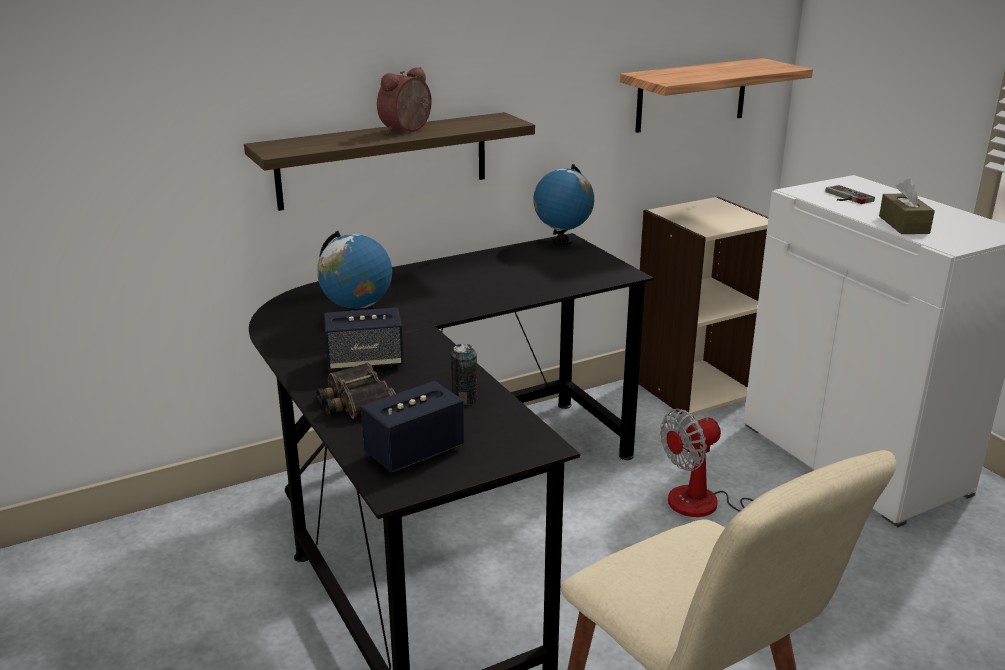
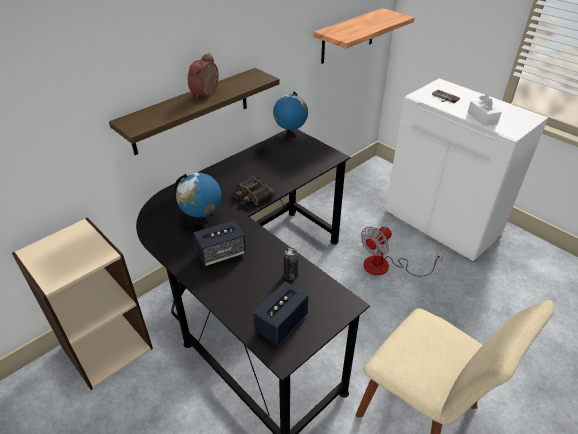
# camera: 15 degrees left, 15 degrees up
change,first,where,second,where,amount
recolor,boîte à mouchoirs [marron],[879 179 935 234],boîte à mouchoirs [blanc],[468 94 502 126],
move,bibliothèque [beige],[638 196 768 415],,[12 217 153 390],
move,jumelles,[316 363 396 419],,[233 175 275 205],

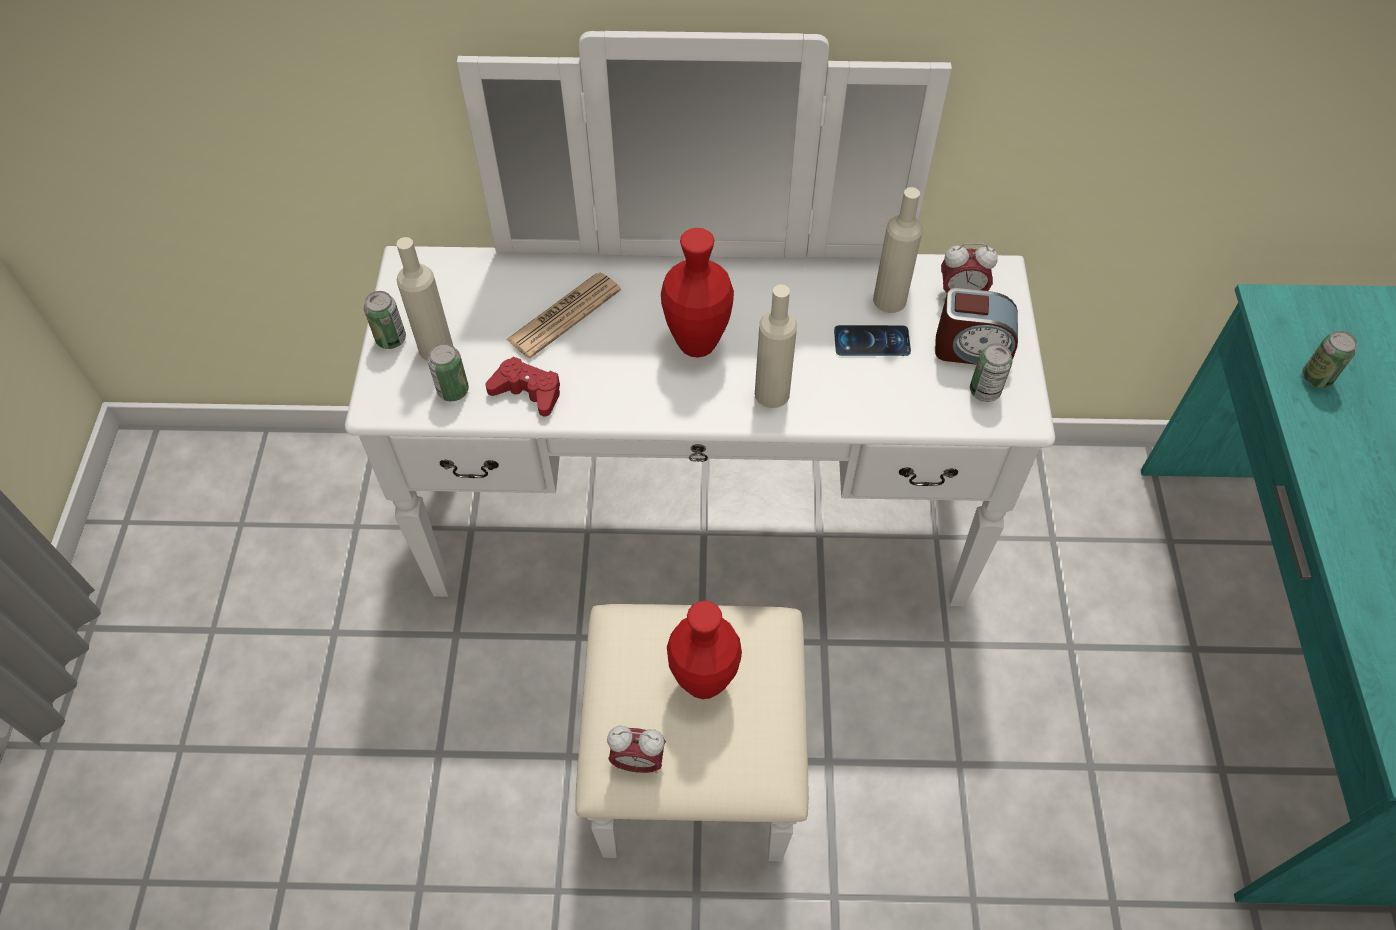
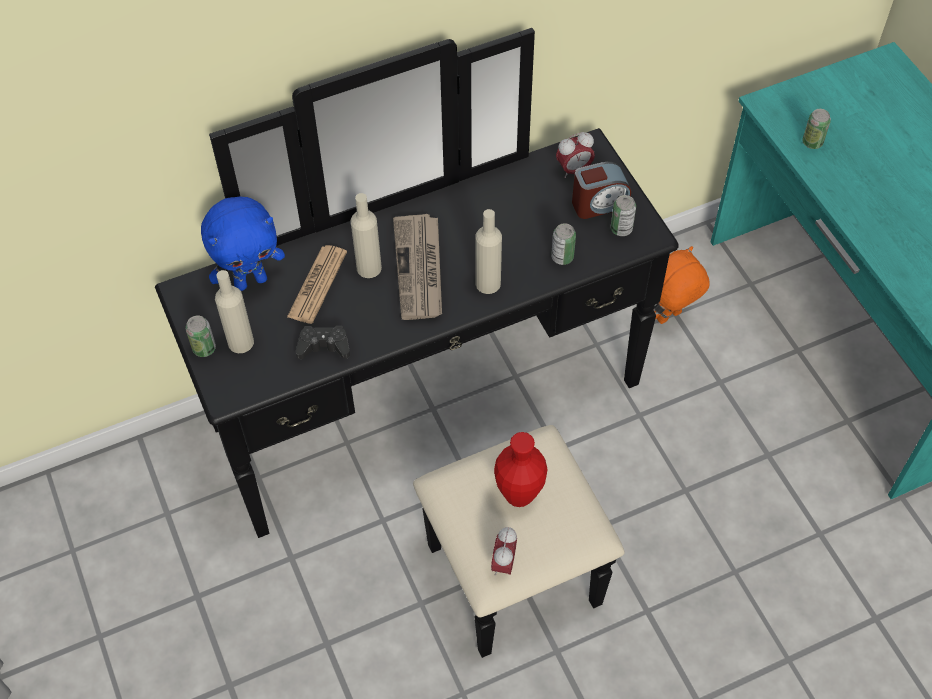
# camera: 25 degrees left, 0 degrees up
change,first,where,second,where,amount
recolor,commode [blanc],[345 31 1055 862],commode [noir],[155 28 679 658],
move,bouteille [beige],[873 187 923 313],,[351 193 382 278],
replace,vase [rouge],[661 228 734 357],journal,[393 214 442 320],
delete,téléphone,[834 325 911 356],,,
move,boîte métallique,[427 343 469 401],,[551 223 576 265],
recolor,manette [rouge],[485 356 560 416],manette [noir],[296 326 350 359],
rotate,réveil,[607 725 666 773],,[491 527 517 576],120 degrees clockwise
insert,,,peluche [bleu],[201 197 285 291],
insert,,,peluche [orange],[654 246 710 324],

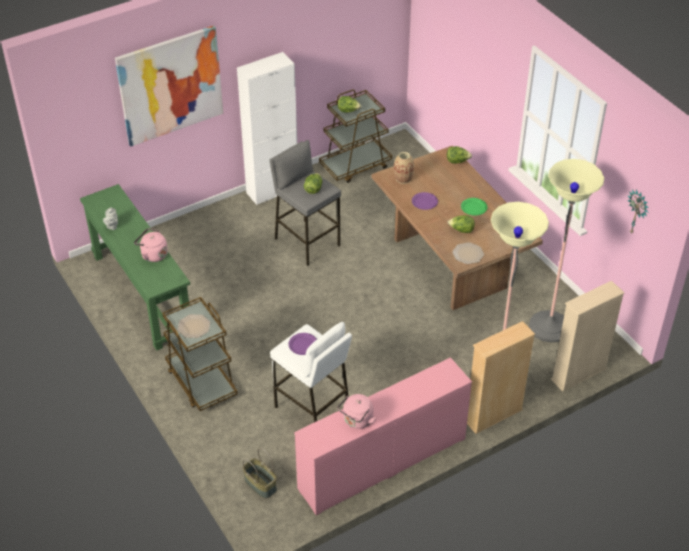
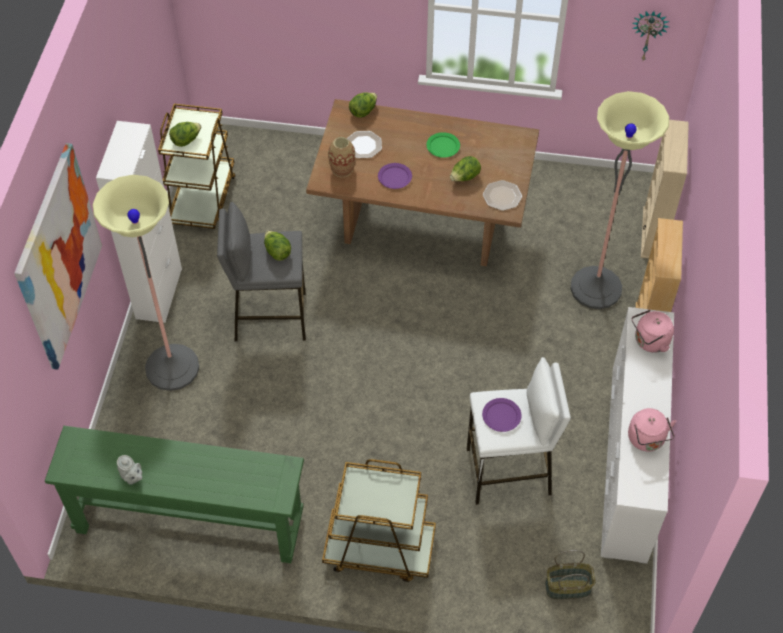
# camera: 50 degrees left, 10 degrees up
change,first,where,second,where,amount
move,lampadaire,[529 159 604 342],,[92 175 199 391],
move,bouilloire [rose],[134 228 168 262],,[632 309 674 353],
move,assiette,[178 314 210 338],,[347 131 382 158],
recolor,commode [rose],[294 357 472 515],commode [blanc],[601 307 674 564],

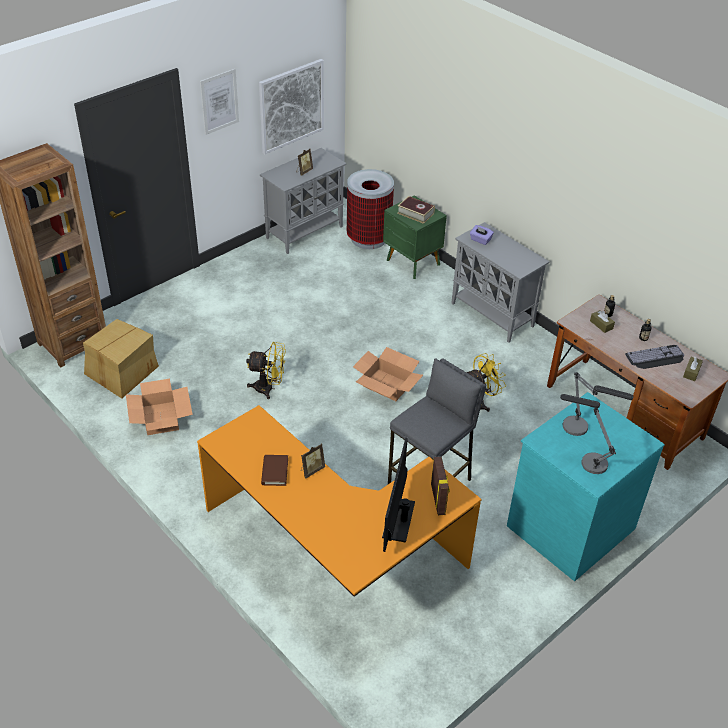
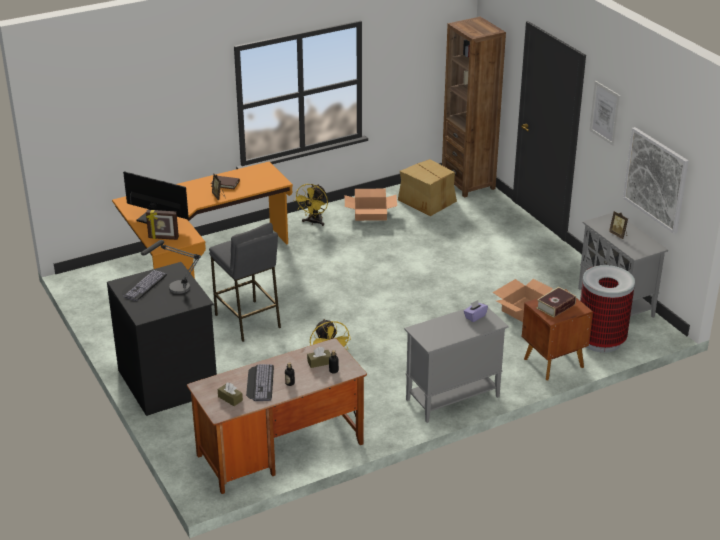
# camera: 105 degrees right, 10 degrees down
change,first,where,second,where,amount
recolor,table de chevet [vert],[383 195 447 279],table de chevet [marron],[522 289 593 380],
move,ventilateur [jaune],[246 342 286 399],,[293 184 328 226],
move,carton,[353 347 423 401],,[493 279 553 322],
recolor,commode [turquoise],[507 392 665 581],commode [noir],[107 262 217 416],
replace,lampe de table,[560 394 616 474],clavier,[122 270 167 301],

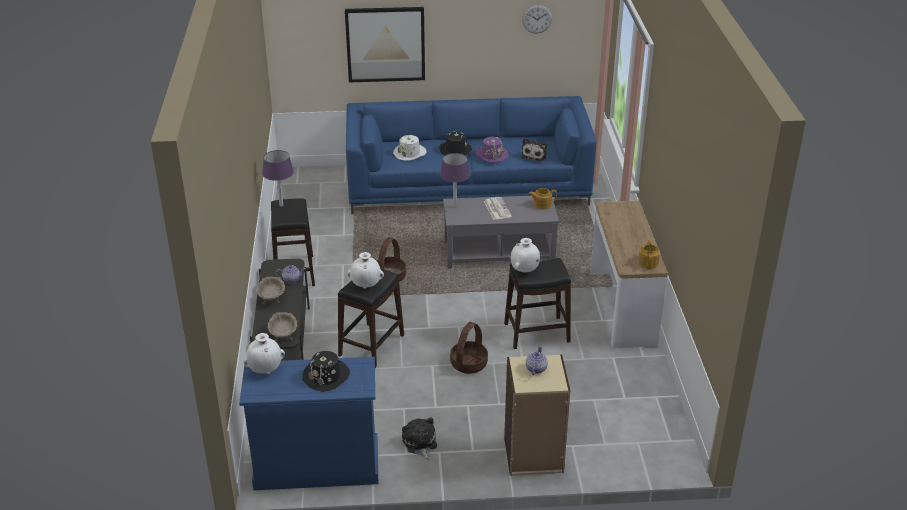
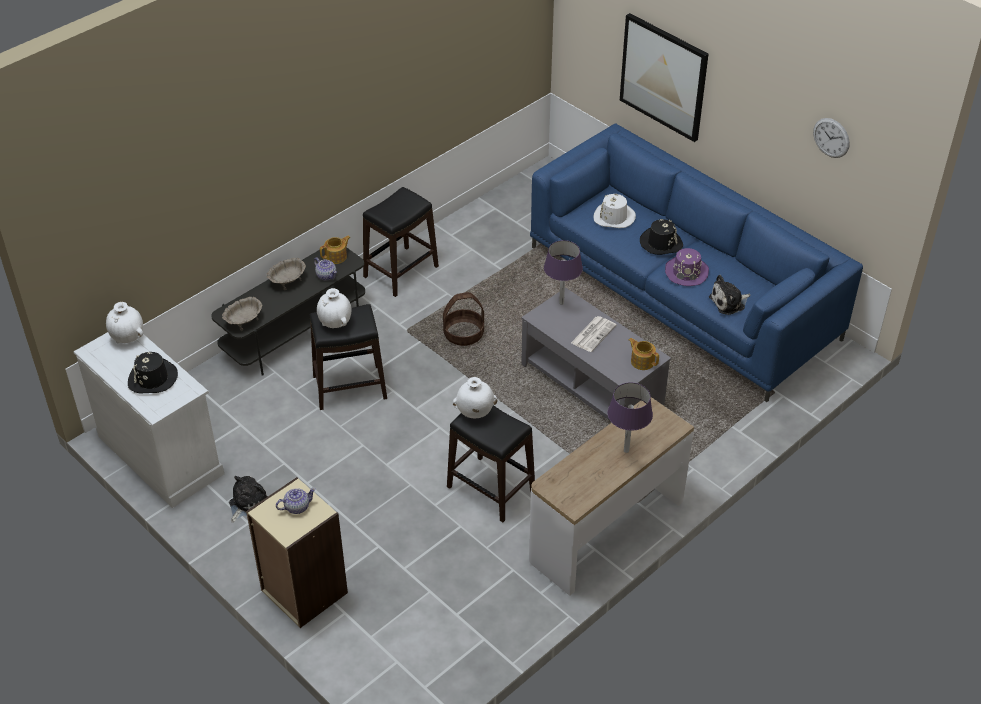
# camera: 50 degrees right, 10 degrees up
change,first,where,second,where,amount
move,lampe de table [violet],[262 150 294 207],,[607 382 653 453],
move,théière,[638 240 660 269],,[320 236 351 264],
delete,panier,[450 322 488 374],,,
recolor,commode [bleu],[239 357 378 490],commode [blanc],[74 332 224 508],

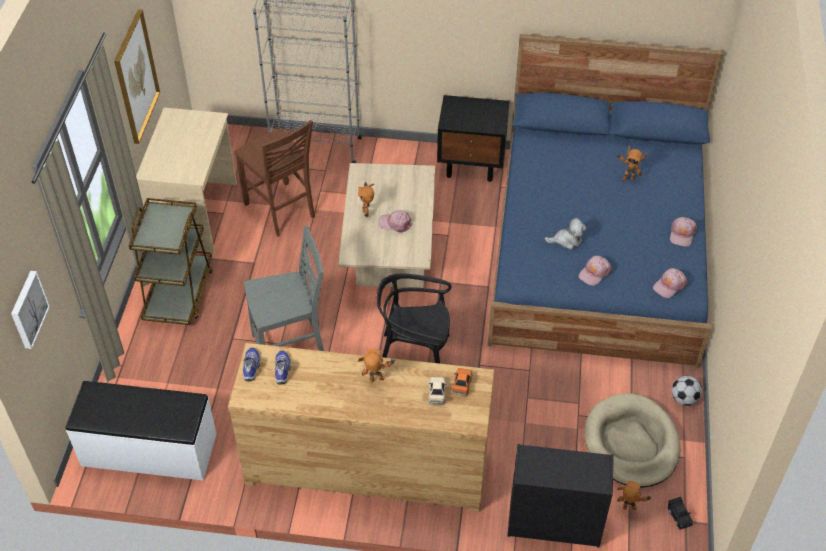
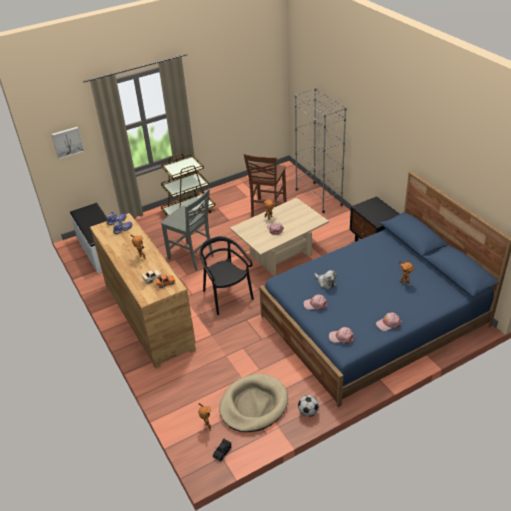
# camera: 55 degrees right, 10 degrees down
change,first,where,second,where,amount
delete,tableau,[114 9 160 144],,,
delete,bureau [beige],[136 108 237 254],,,
delete,commode [noir],[507 444 614 547],,,

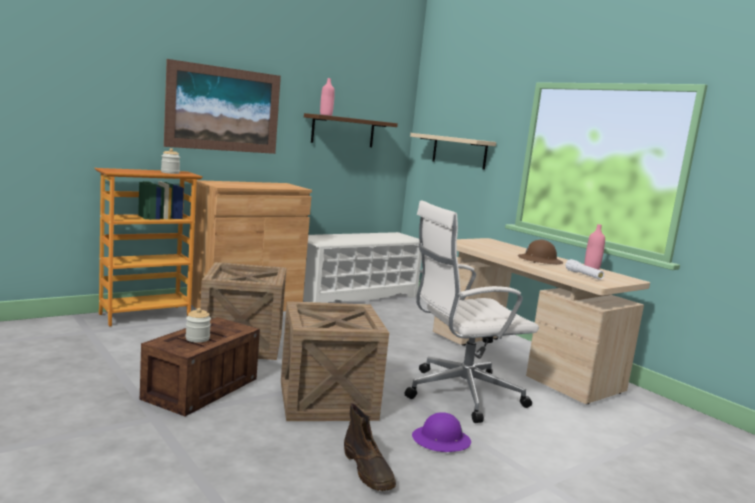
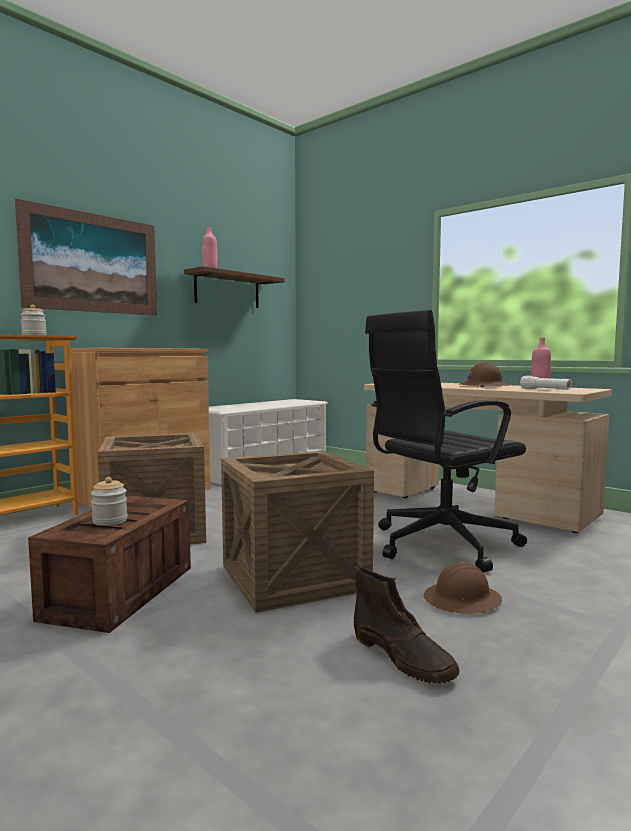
# camera: 10 degrees left, 5 degrees down
change,first,where,second,where,amount
delete,étagère [beige],[410 133 496 170],,,
recolor,chaise de bureau [blanc],[405 200 539 423],chaise de bureau [noir],[365 310 527 573],
recolor,casque de chantier [violet],[412 412 471 452],casque de chantier [marron],[424 562 502 614],

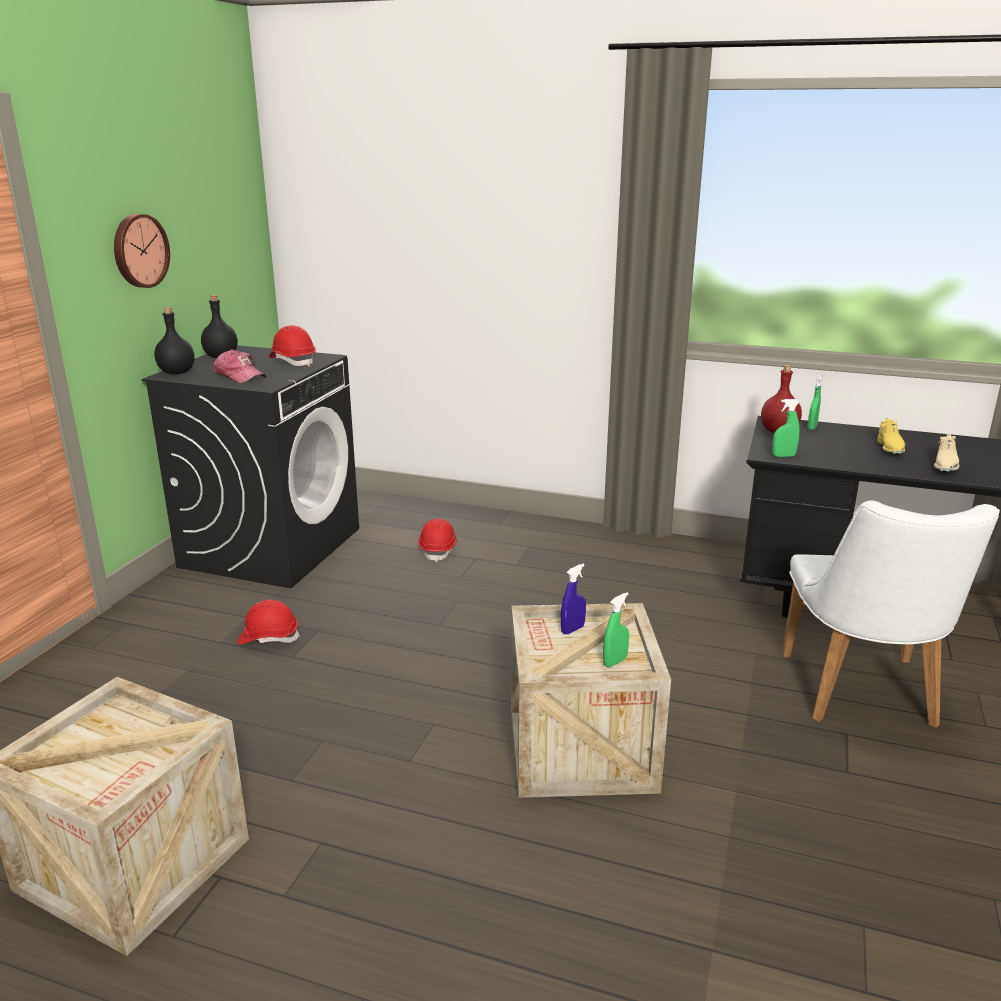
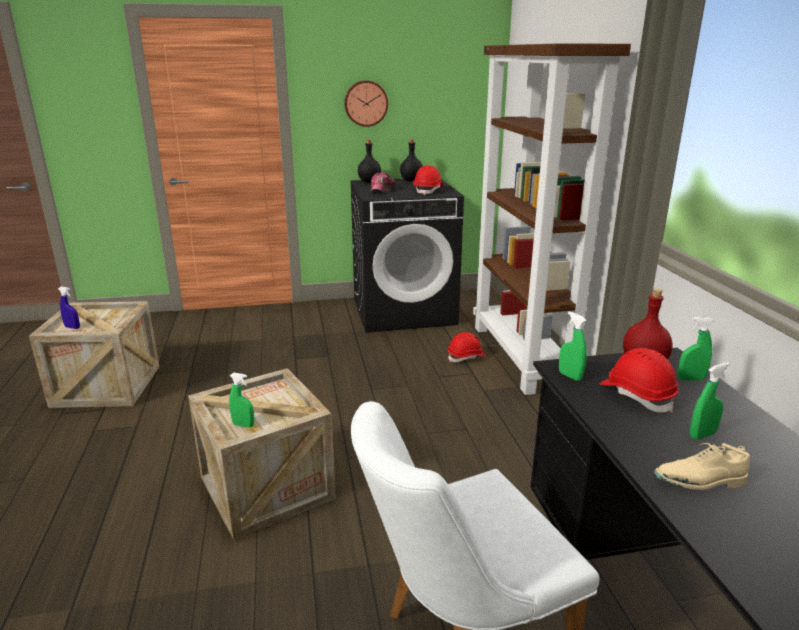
# camera: 60 degrees right, 0 degrees up
change,first,where,second,where,amount
replace,chaussure [jaune],[877 418 905 454],vaporisateur [vert],[690 363 730 439],
move,vaporisateur [bleu],[561 564 586 634],,[58 287 80 329],
move,casque de chantier [rouge],[237 600 300 645],,[600 348 679 413],
insert,,,bibliothèque [marron],[473 44 631 395],

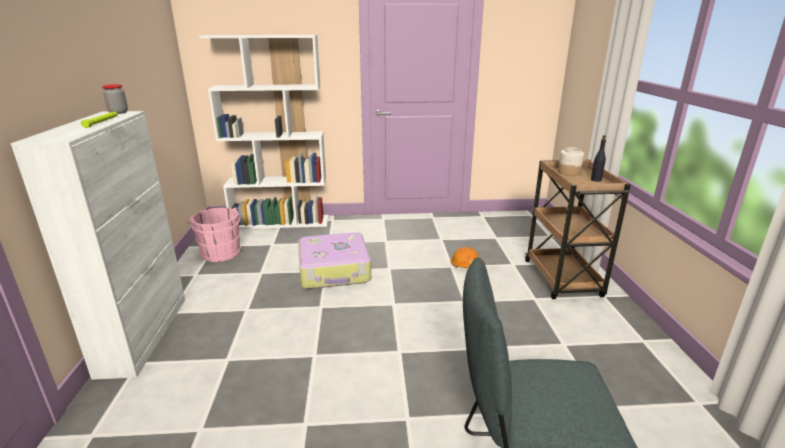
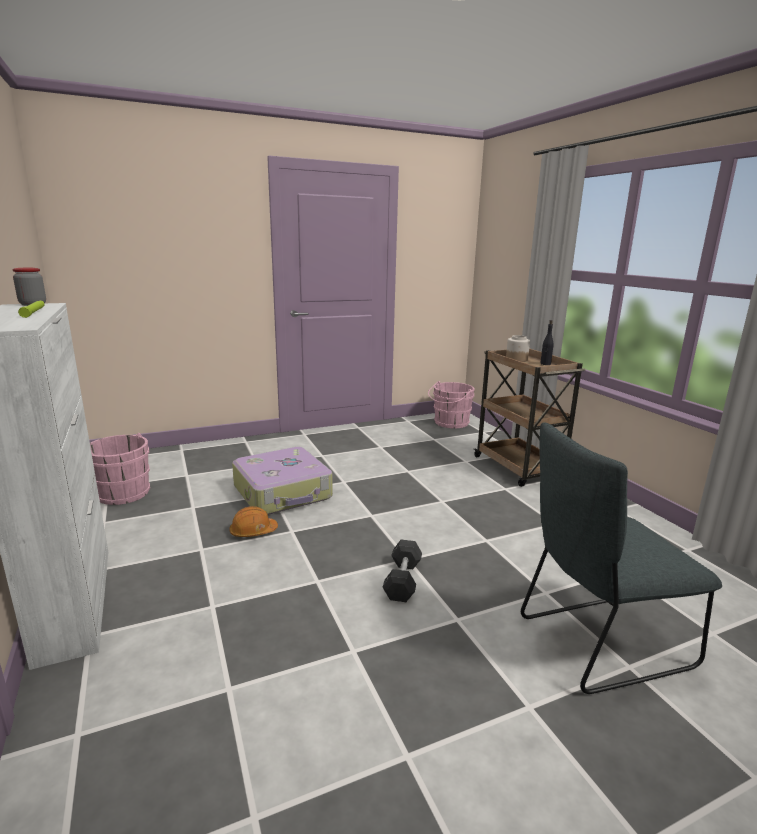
# camera: 20 degrees left, 5 degrees down
change,first,where,second,where,amount
delete,bibliothèque [blanc],[199 35 329 229],,,
move,casque de chantier [orange],[451 247 485 268],,[229 506 278 537],
insert,,,seau [rose],[428 381 475 428],
insert,,,haltère [gris],[382 540 422 602],

